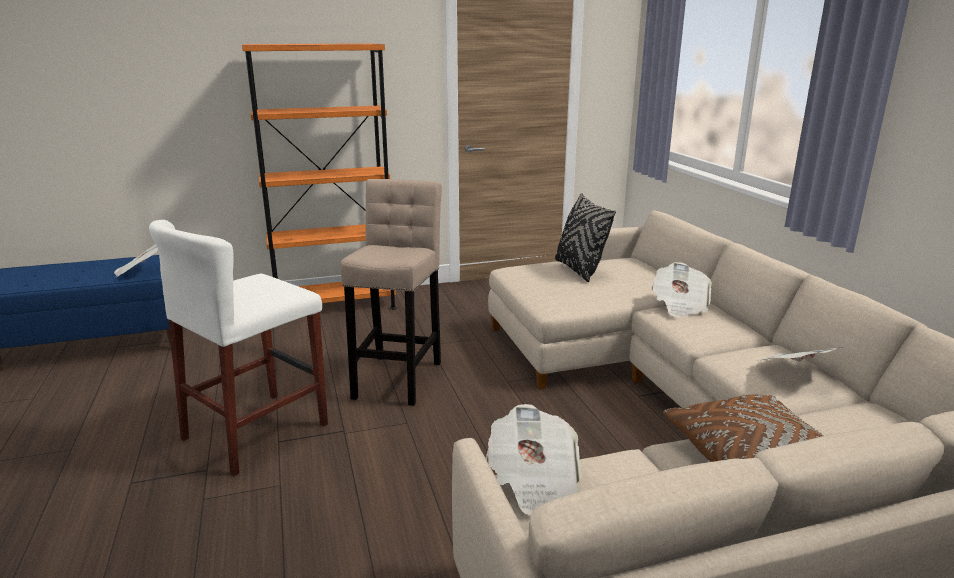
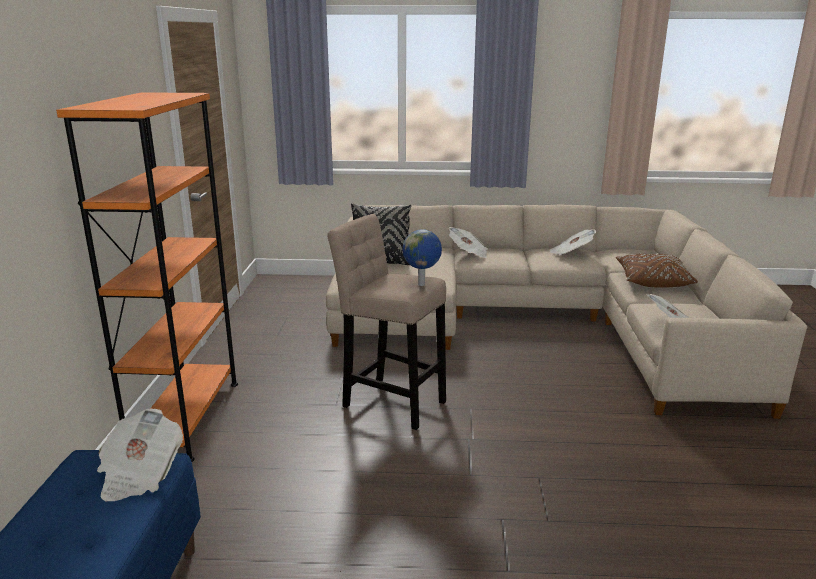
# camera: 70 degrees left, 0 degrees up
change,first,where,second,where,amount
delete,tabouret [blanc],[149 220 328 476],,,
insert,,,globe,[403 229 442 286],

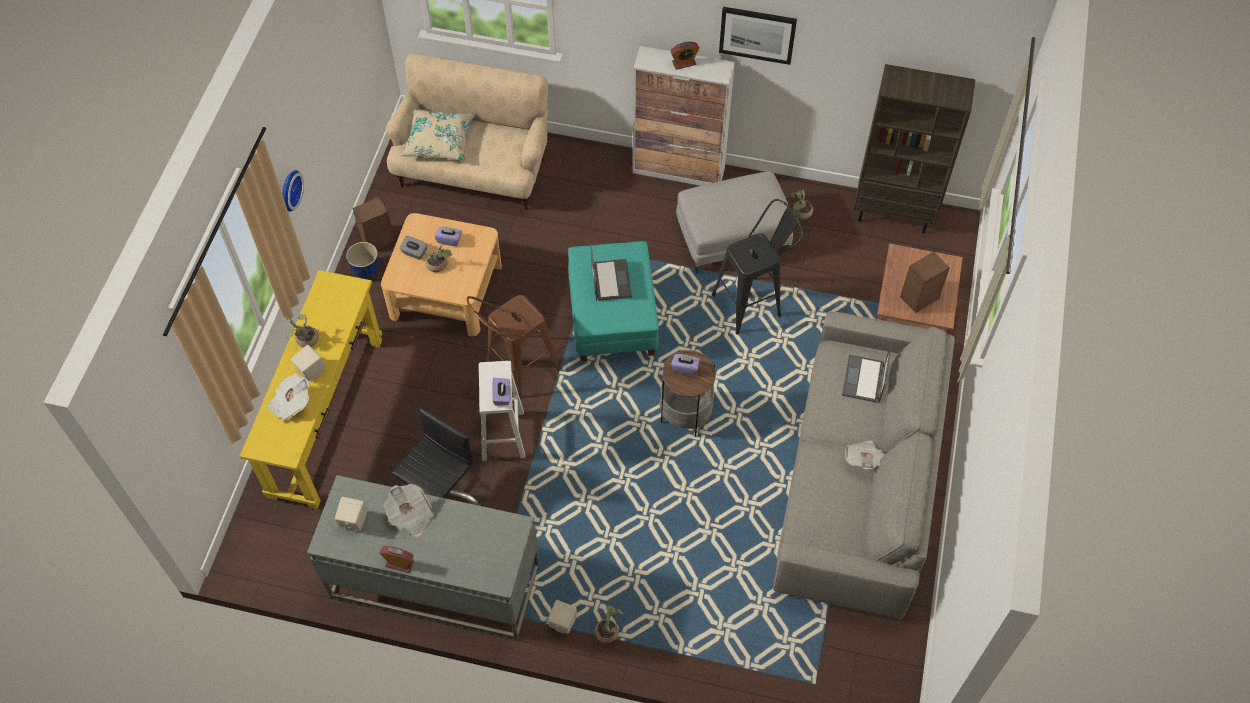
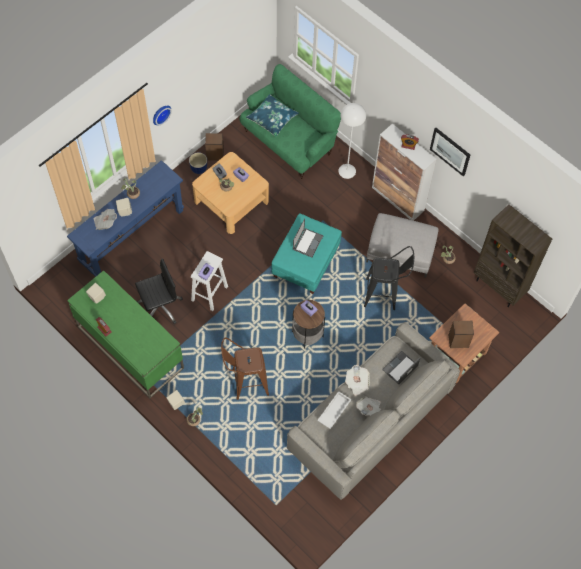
# camera: 30 degrees right, 5 degrees up
change,first,where,second,where,amount
recolor,canapé [beige],[386 53 548 210],canapé [vert],[239 64 341 179],
recolor,coussin [beige],[401 109 475 161],coussin [bleu],[246 94 299 137],
recolor,table console [jaune],[240 270 382 509],table console [bleu],[67 160 184 277],
move,tabouret [marron],[466 295 560 398],,[221 338 269 400],
recolor,bureau [gris],[307 475 539 640],bureau [vert],[67 270 184 398],
move,journal,[384 484 434 537],,[345 365 370 396],
insert,,,lampadaire [blanc],[338 103 366 179],
insert,,,plateau [blanc],[317 391 352 429],

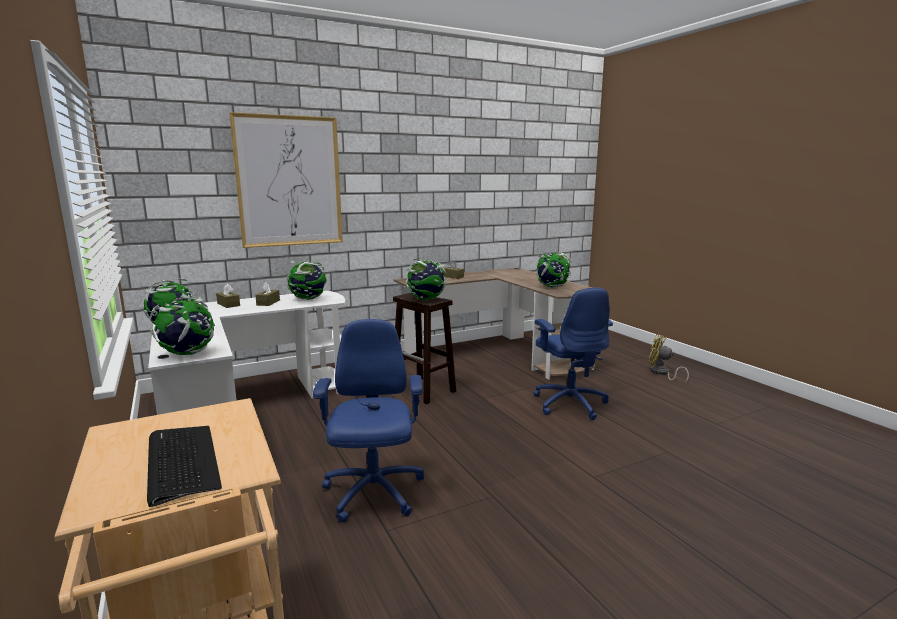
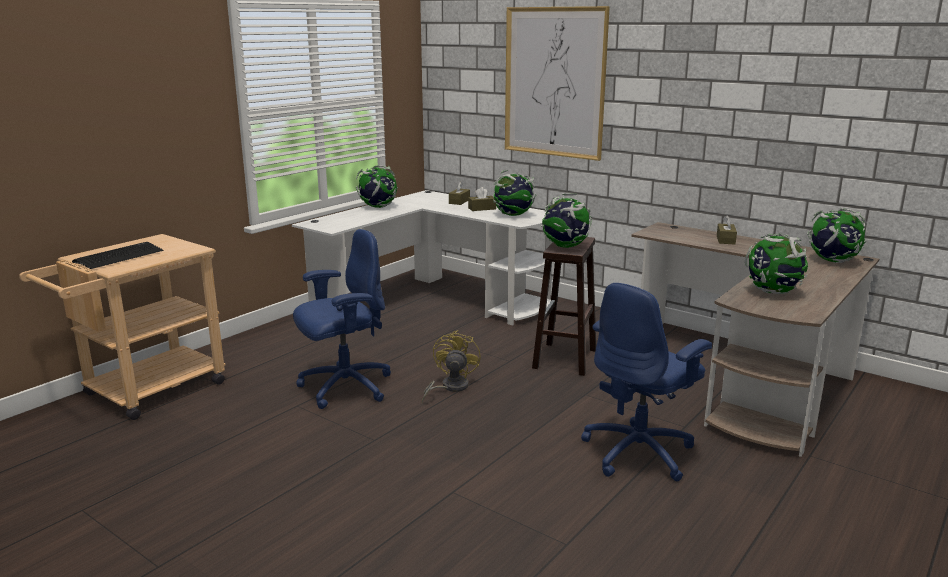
# camera: 65 degrees right, 5 degrees up
change,first,where,second,where,amount
move,globe,[149 297 215 355],,[807 209 867 263],
move,ventilateur [jaune],[649 334 689 382],,[422 330 481 403],

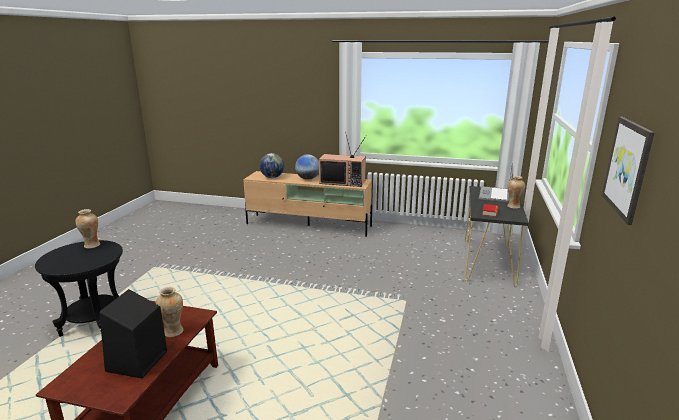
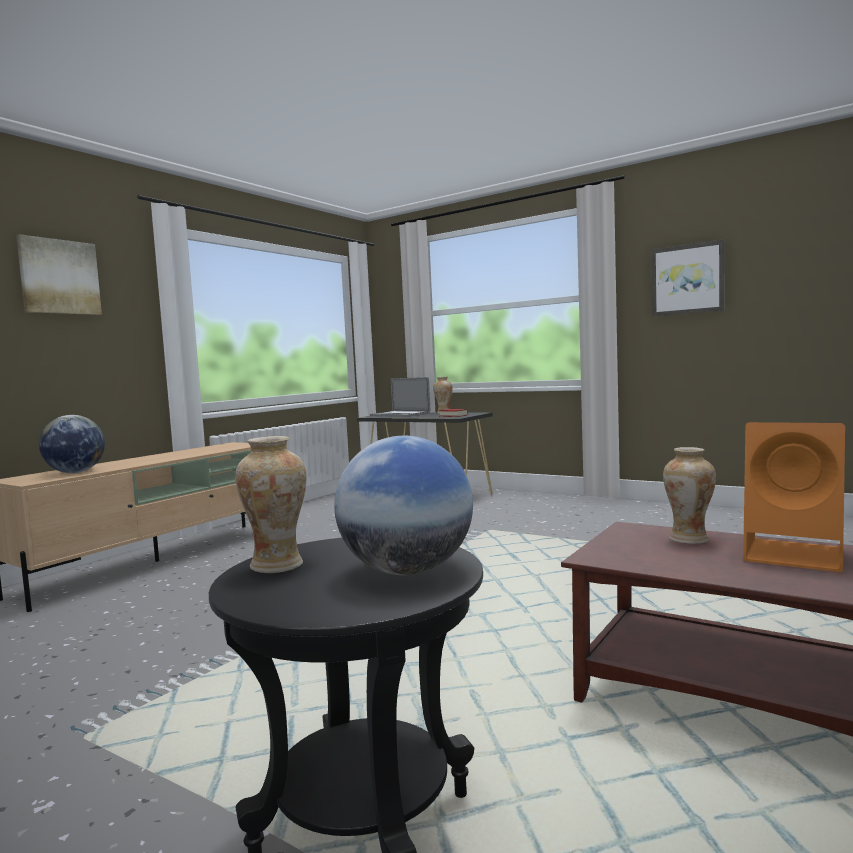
# camera: 70 degrees left, 15 degrees down
change,first,where,second,where,amount
delete,téléviseur,[319 131 366 187],,,
move,globe,[295 154 319 180],,[334 436 473 575],
recolor,enceinte [noir],[100 289 167 378],enceinte [orange],[743 422 845 572],
insert,,,tableau,[16 234 102 315],

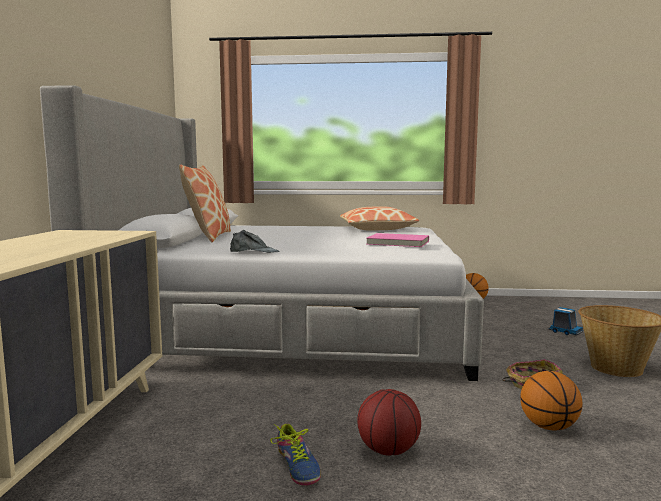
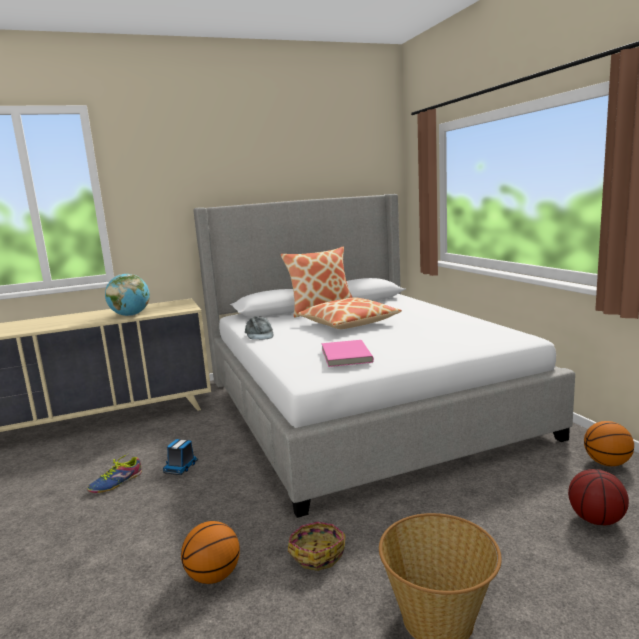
# camera: 65 degrees right, 5 degrees up
change,first,where,second,where,amount
move,coussin,[340 206 419 231],,[297 297 402 329],
move,camion jouet,[548 307 583 335],,[163 439 198 475],
move,ballon de basket,[357 389 421 456],,[568 469 629 525],
insert,,,globe,[105 274 150 316],

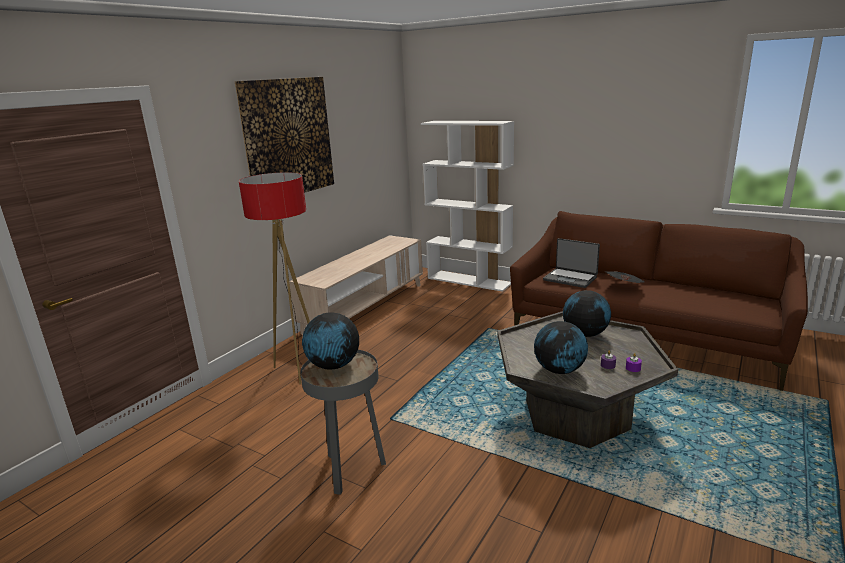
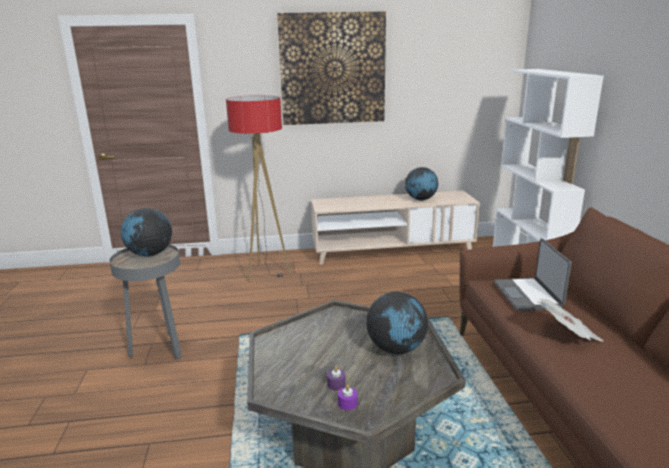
# camera: 50 degrees right, 0 degrees up
change,first,where,second,where,amount
move,globe,[534 321 588 374],,[405 167 438 201],

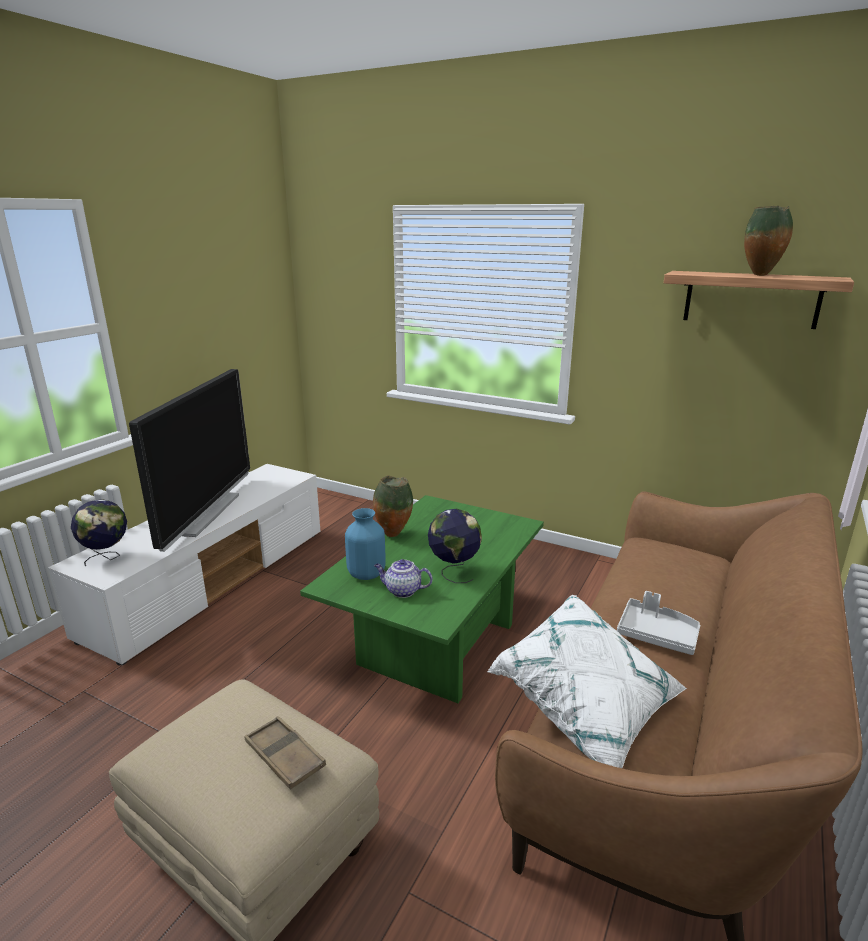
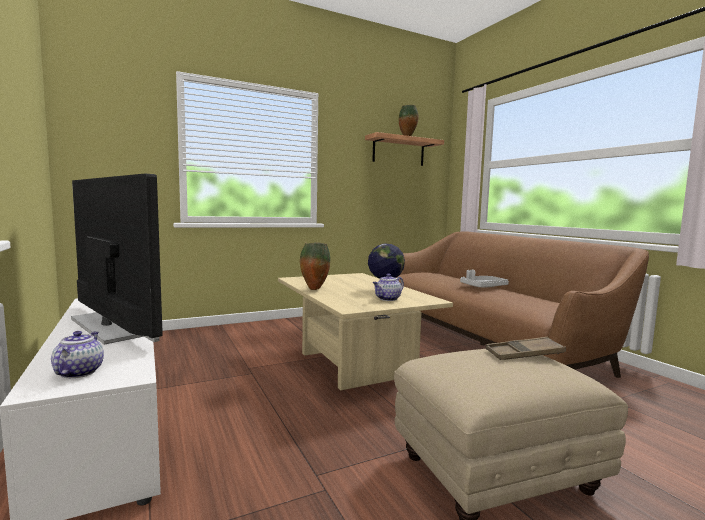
# camera: 55 degrees left, 15 degrees down
change,first,where,second,where,amount
recolor,table basse [vert],[300 495 544 703],table basse [beige],[278 273 453 390],
replace,globe,[71 499 127 566],théière,[51 331 104 378],
delete,vase [bleu],[345 508 386 580],,,
delete,coussin [blanc],[487 595 687 768],,,

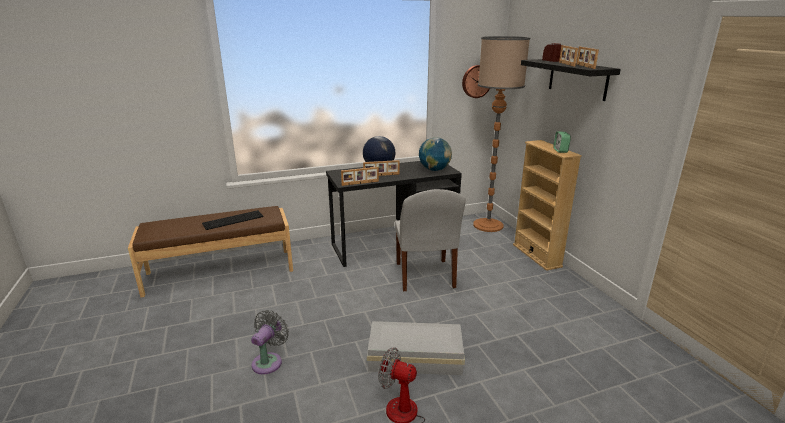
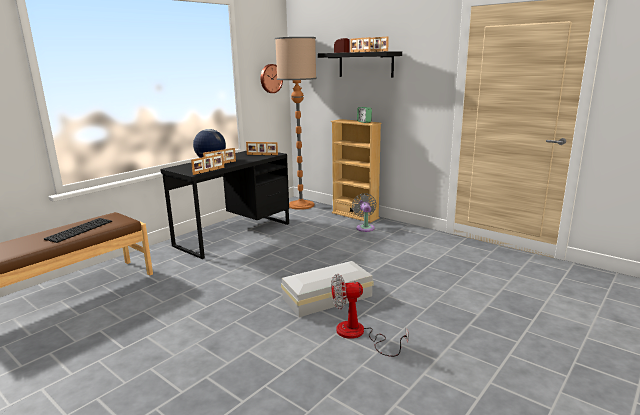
# camera: 30 degrees left, 5 degrees down
change,first,where,second,where,amount
replace,globe,[419 137 452 171],cadre photo,[246 142 278 155],
delete,chaise [blanc],[395 189 466 291],,,
move,ventilateur [gris],[251 310 289 375],,[352 193 376 232],

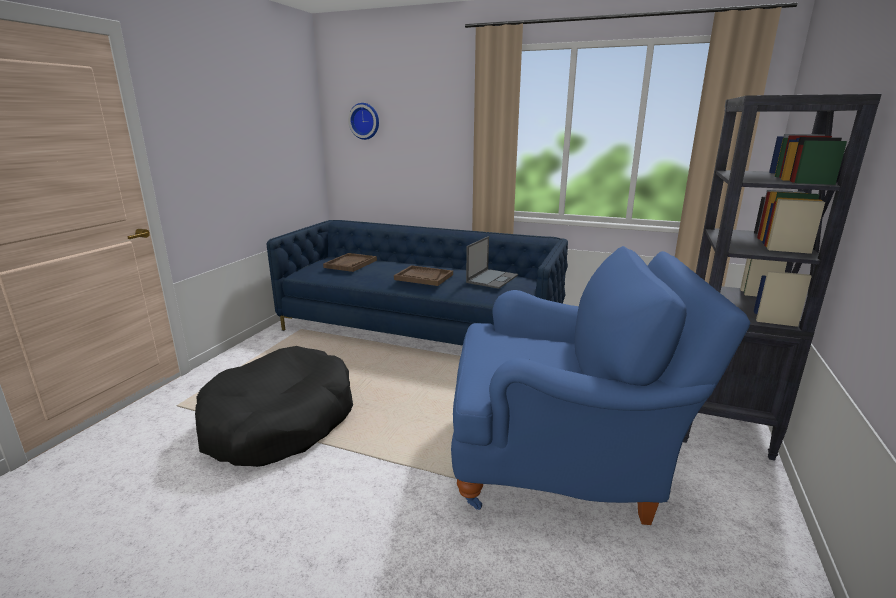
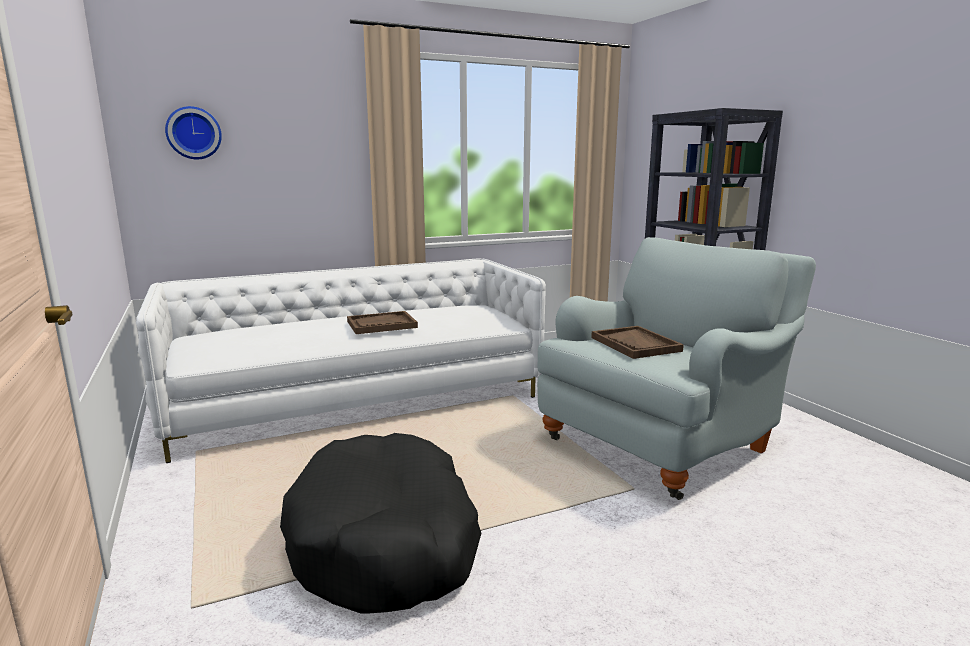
# camera: 45 degrees left, 5 degrees down
change,first,where,second,where,amount
recolor,canapé [bleu],[266 220 568 346],canapé [blanc],[136 259 546 463],
delete,ordinateur portable,[466 236 518 289],,,
recolor,fauteuil [bleu],[451 246 750 525],fauteuil [gris],[537 237 816 500],
move,plateau [marron],[323 253 377 272],,[591 326 684 359],

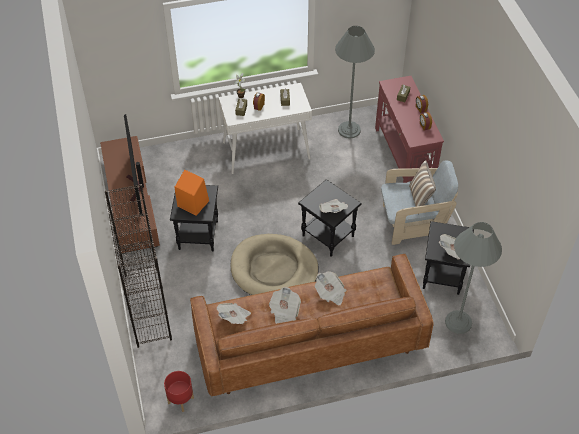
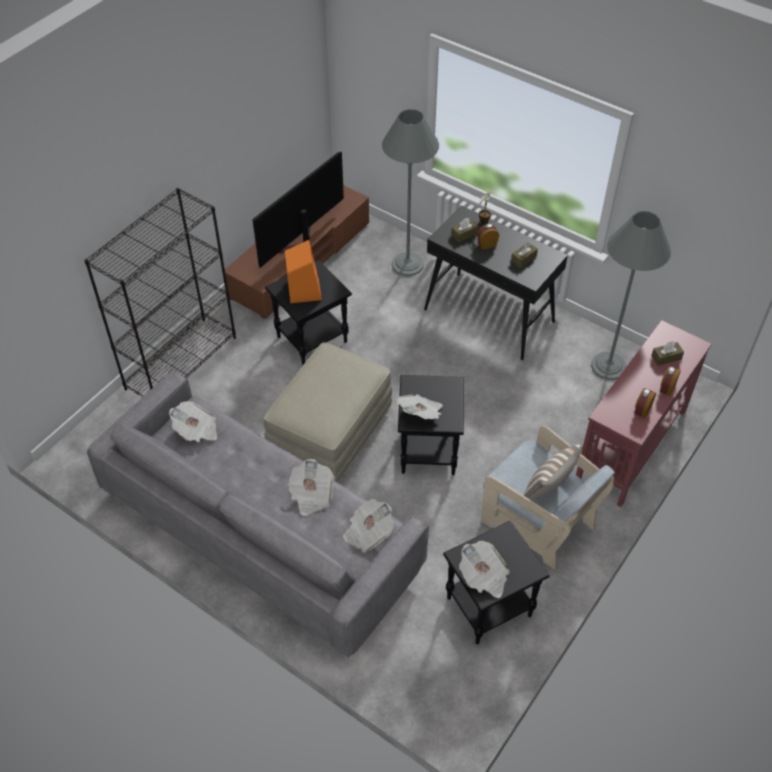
# camera: 50 degrees right, 0 degrees up
change,first,where,second,where,amount
recolor,table console [blanc],[219 83 312 174],table console [noir],[424 206 568 360],
move,lampadaire [gris],[445 222 502 334],,[382 109 439 276],
replace,panier pour chien [beige],[231 234 319 295],pouf [beige],[264 342 392 483],
recolor,canapé [marron],[190 254 434 397],canapé [gris],[87 371 429 658],
move,journal,[269 287 301 324],,[343 499 394 553],
delete,cache-pot [rouge],[164 371 194 412],,,

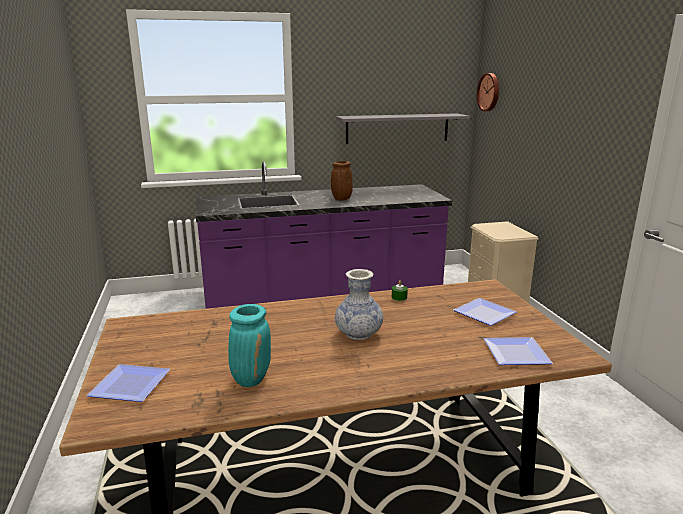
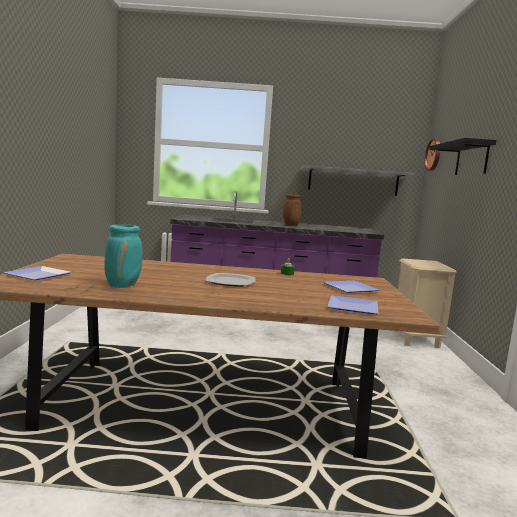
# camera: 15 degrees right, 10 degrees down
change,first,where,second,where,amount
replace,vase,[335 269 383 340],assiette,[206 273 256 287],
insert,,,étagère [noir],[429 138 497 175],

